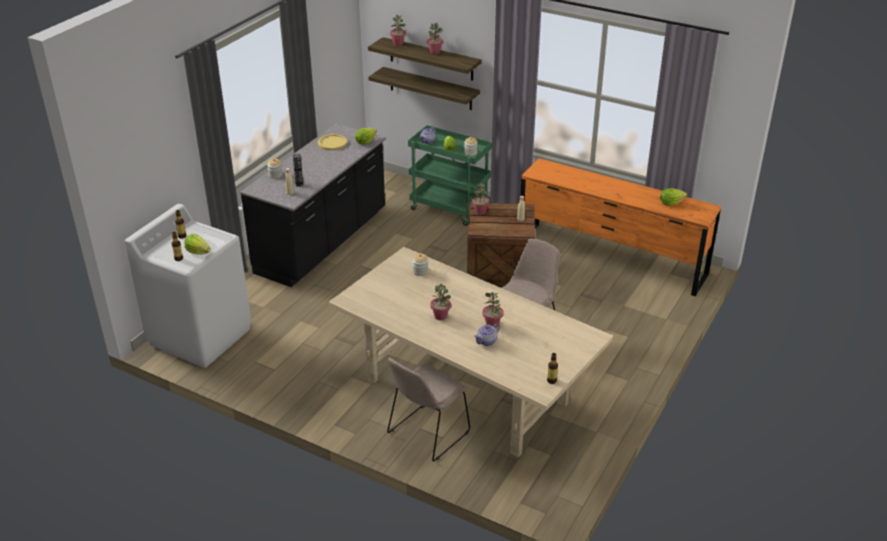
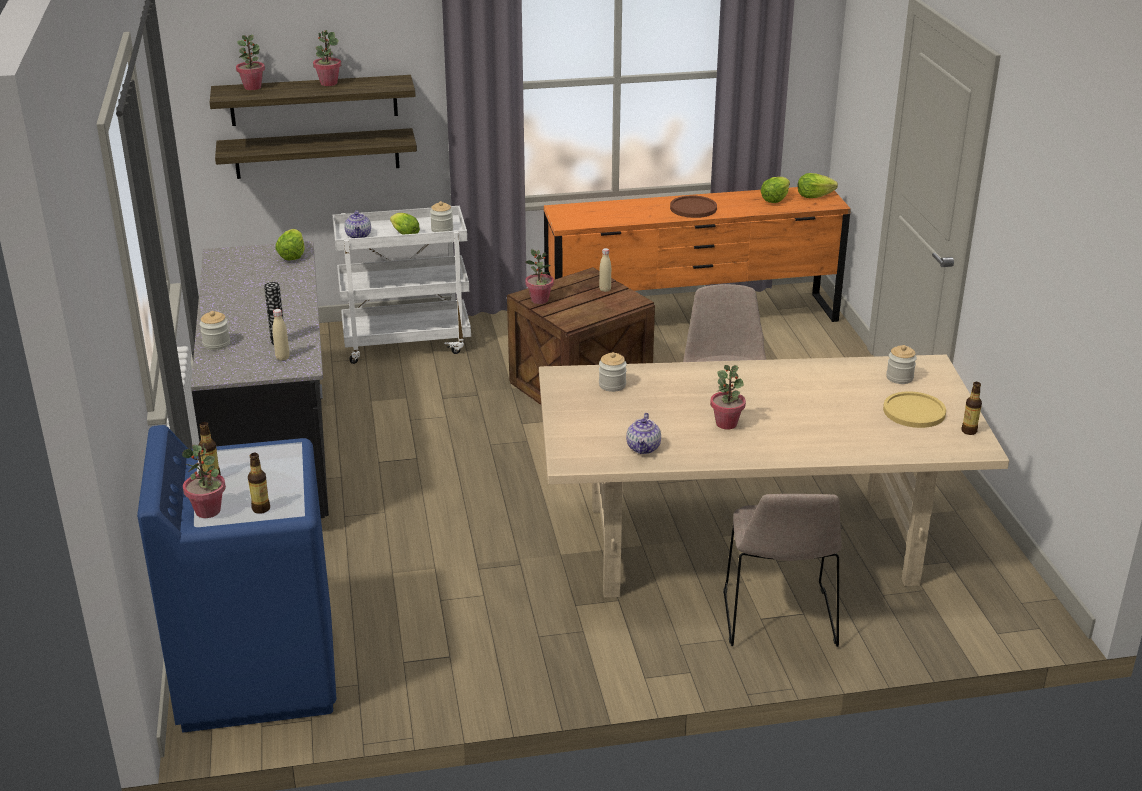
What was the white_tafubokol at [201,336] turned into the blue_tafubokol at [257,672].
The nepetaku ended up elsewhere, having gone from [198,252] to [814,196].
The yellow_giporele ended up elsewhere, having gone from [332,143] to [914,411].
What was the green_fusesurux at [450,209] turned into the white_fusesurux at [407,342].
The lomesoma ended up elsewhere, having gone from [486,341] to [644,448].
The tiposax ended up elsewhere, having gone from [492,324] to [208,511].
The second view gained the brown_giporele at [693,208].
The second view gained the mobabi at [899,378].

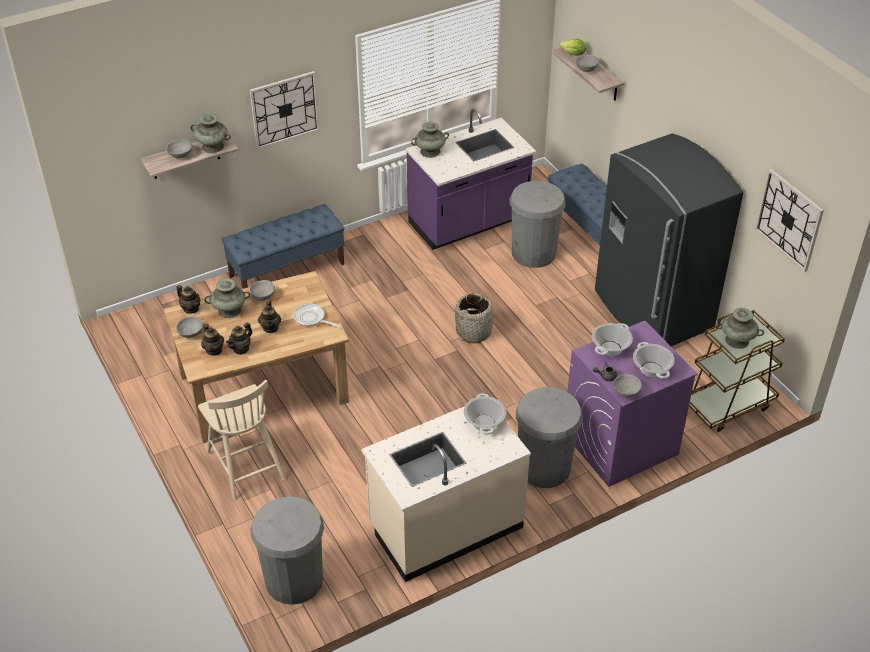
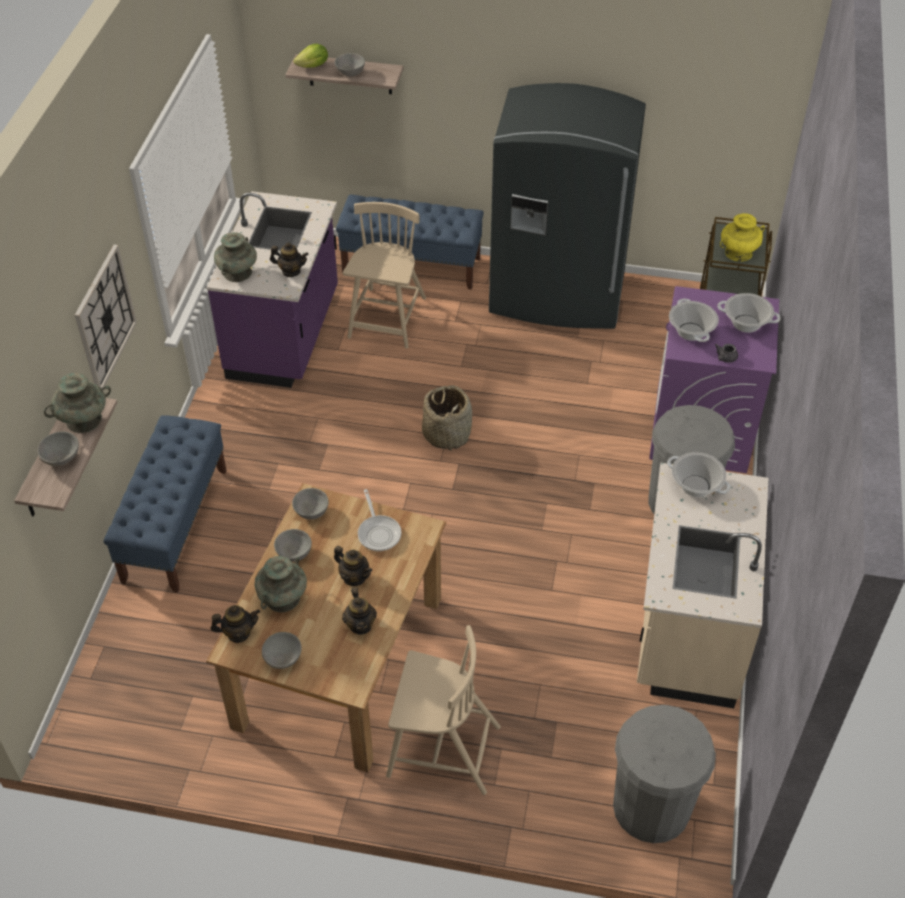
The lomesoma ended up elsewhere, having gone from [214,350] to [291,271].
The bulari at [311,319] ended up facing another way, 90 degrees counterclockwise from before.
Where the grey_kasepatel stood at [533,253], the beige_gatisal came to stand at [387,319].
The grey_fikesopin ended up elsewhere, having gone from [625,393] to [311,512].
What was the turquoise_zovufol at [737,340] turned into the yellow_zovufol at [738,253].
The second view lost the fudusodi at [789,219].

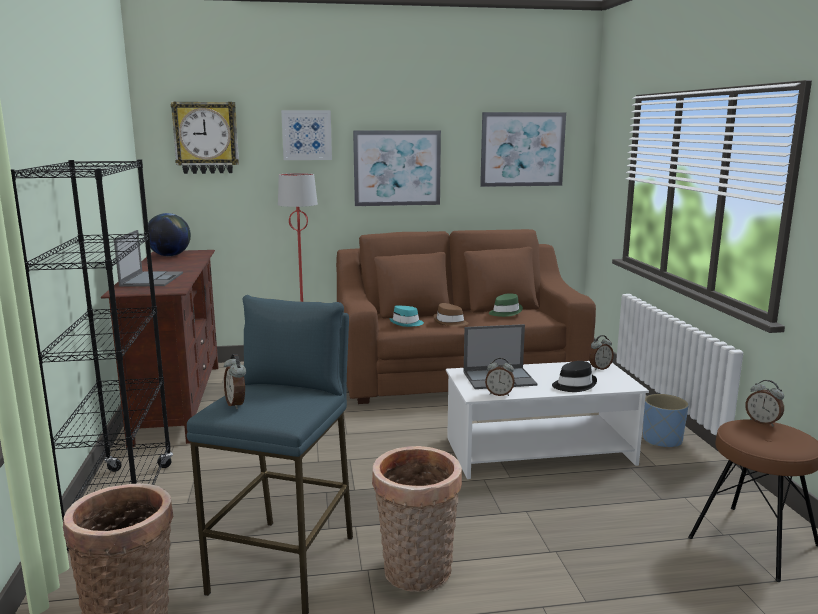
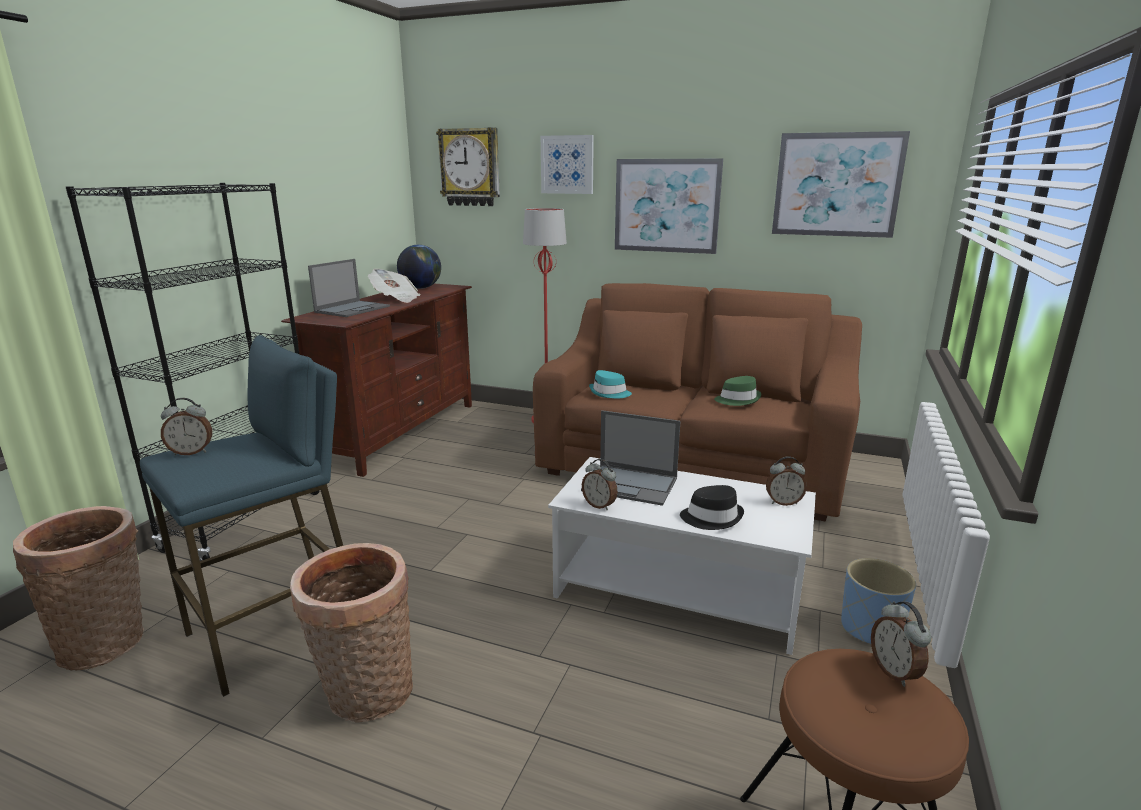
The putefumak at [237,404] ended up facing another way, 105 degrees counterclockwise from before.
The second view lost the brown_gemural at [450,322].
The second view gained the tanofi at [395,299].

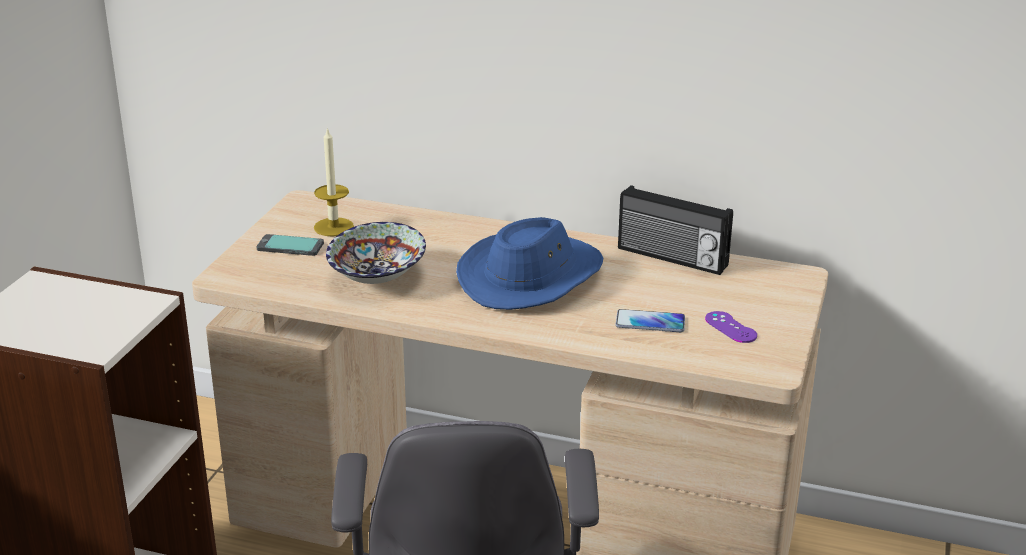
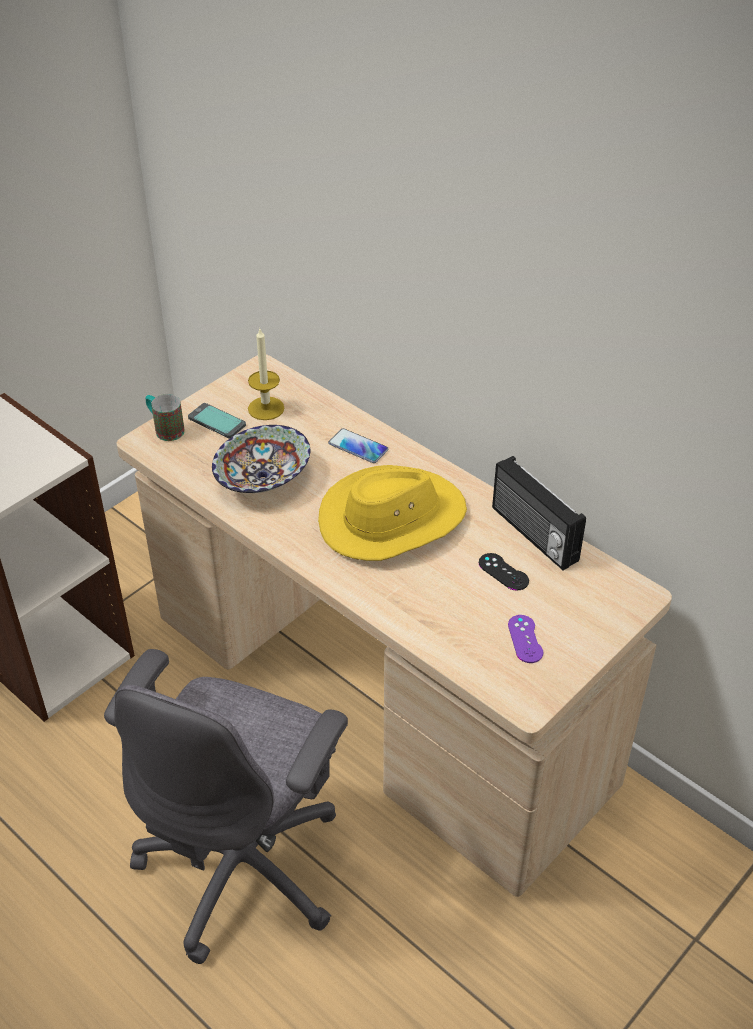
What was the blue_gemural at [531,276] turned into the yellow_gemural at [392,519].
The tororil ended up elsewhere, having gone from [650,322] to [358,447].
The second view gained the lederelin at [165,429].
The second view gained the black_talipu at [503,572].

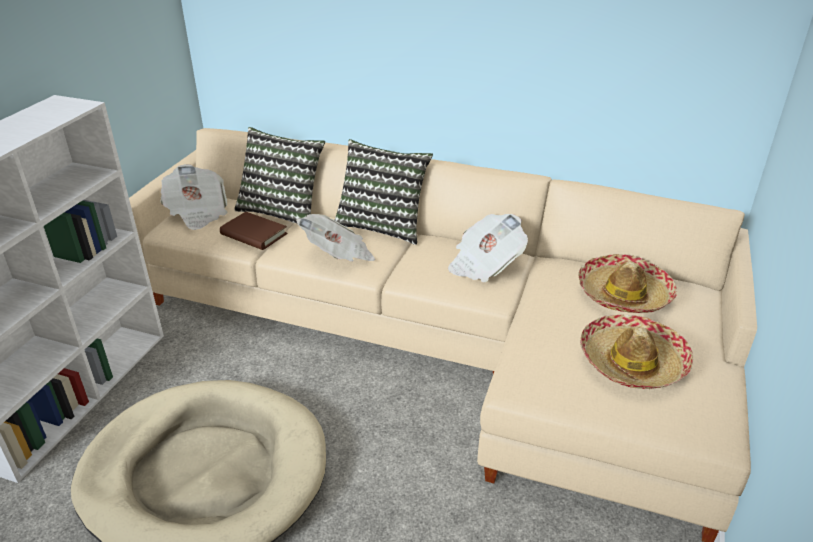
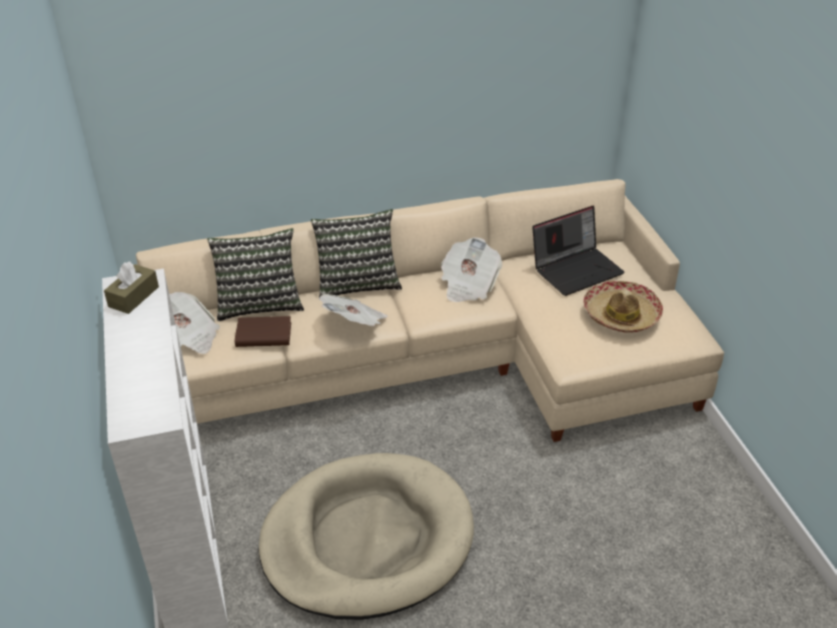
Where the gemural stood at [624,294], the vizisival came to stand at [576,269].
The second view gained the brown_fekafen at [133,297].

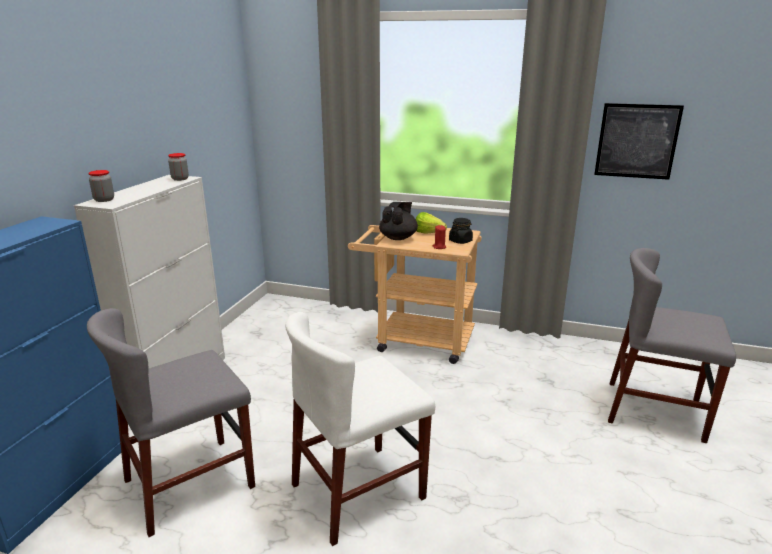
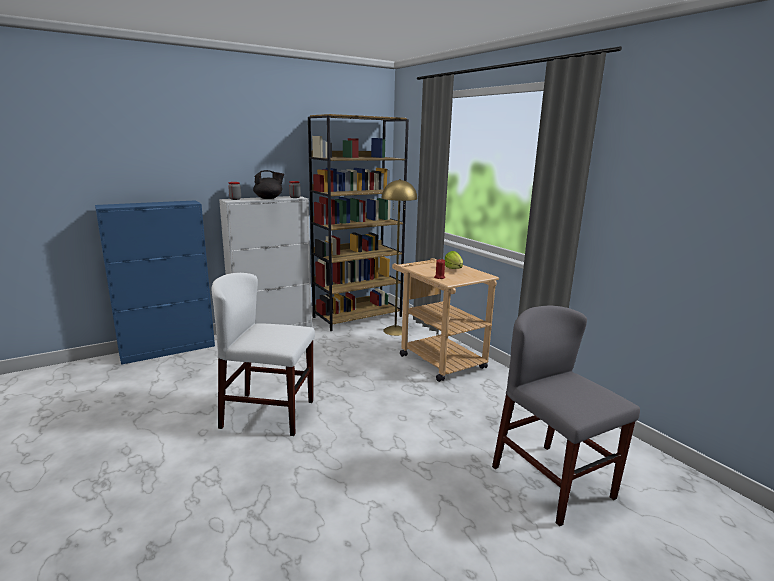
The second view lost the grey_gatisal at [190,483].
The black_lomesoma ended up elsewhere, having gone from [398,238] to [269,198].
The second view lost the black_mobabi at [460,241].
The second view lost the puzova at [637,141].
The second view gained the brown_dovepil at [358,316].
The second view gained the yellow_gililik at [395,330].

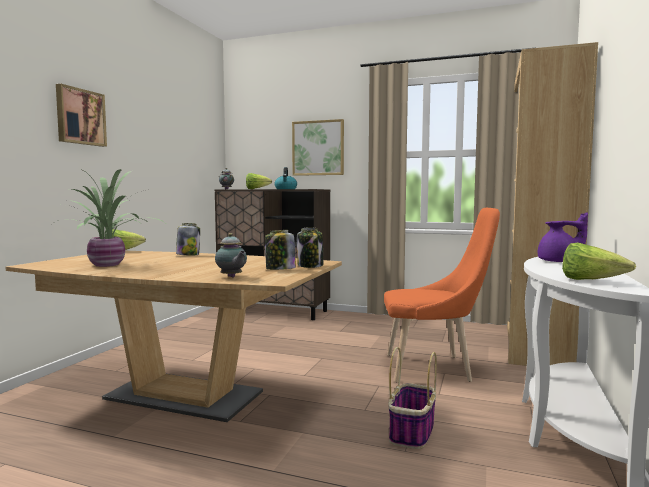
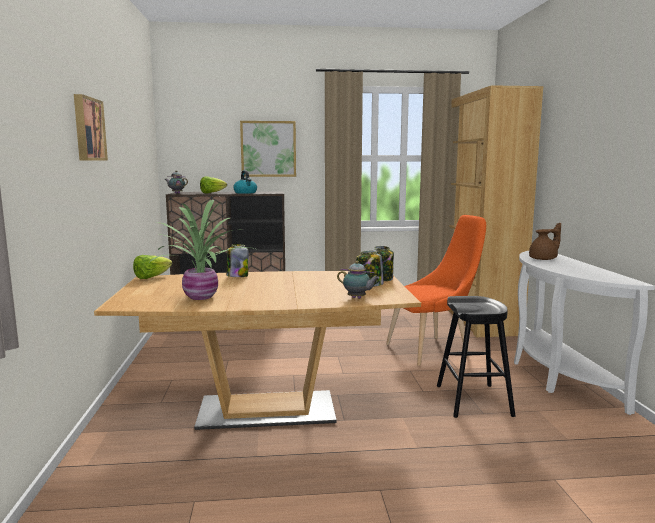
Where the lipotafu stood at [412,433], the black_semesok came to stand at [473,400].
What was the purple_lomesoma at [559,261] turned into the brown_lomesoma at [544,259].
The second view lost the nepetaku at [590,281].

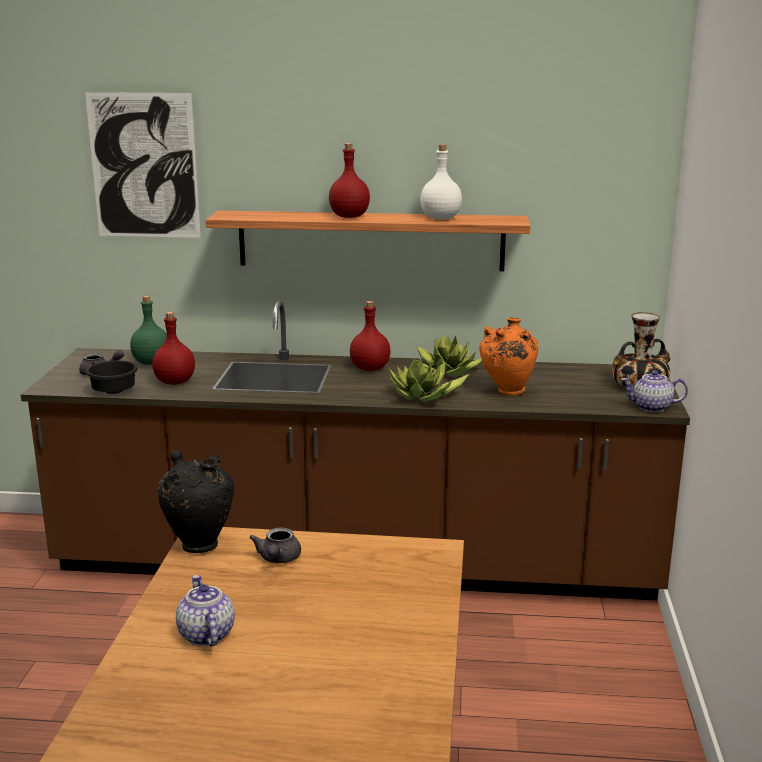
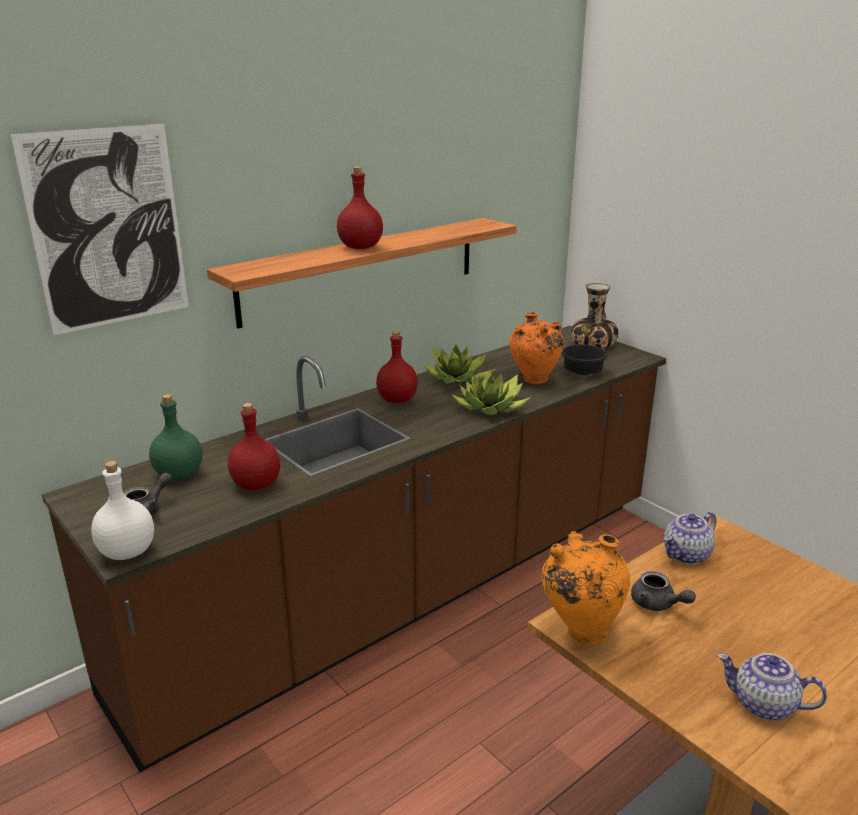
The black_fikesopin ended up elsewhere, having gone from [113,392] to [584,373].
What was the black_zovufol at [199,544] turned into the orange_zovufol at [580,631].
The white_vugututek ended up elsewhere, having gone from [441,218] to [128,552].
The lomesoma ended up elsewhere, having gone from [651,407] to [687,555].

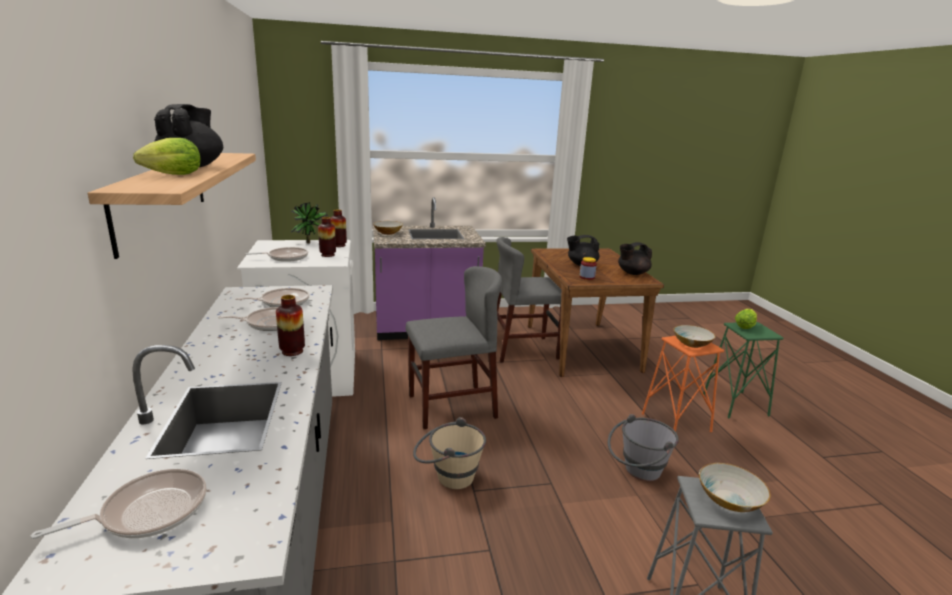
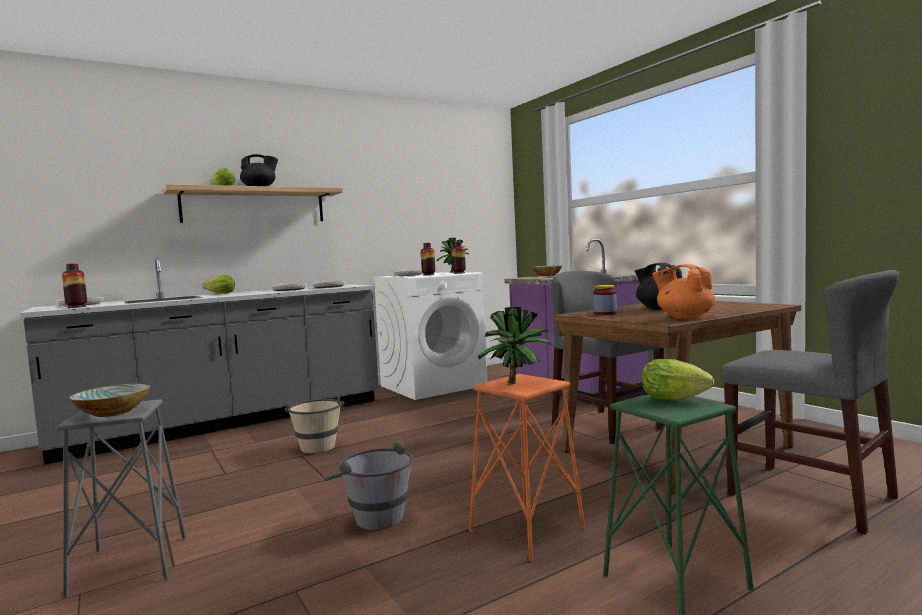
The zovufol ended up elsewhere, having gone from [292,351] to [76,307].
The grey_gatisal ended up elsewhere, having gone from [452,406] to [810,496].
What was the black_lomesoma at [632,273] turned into the orange_lomesoma at [684,317].
Where the fikesopin stood at [691,343], the tiposax came to stand at [518,383].
The second view gained the nepetaku at [219,294].

